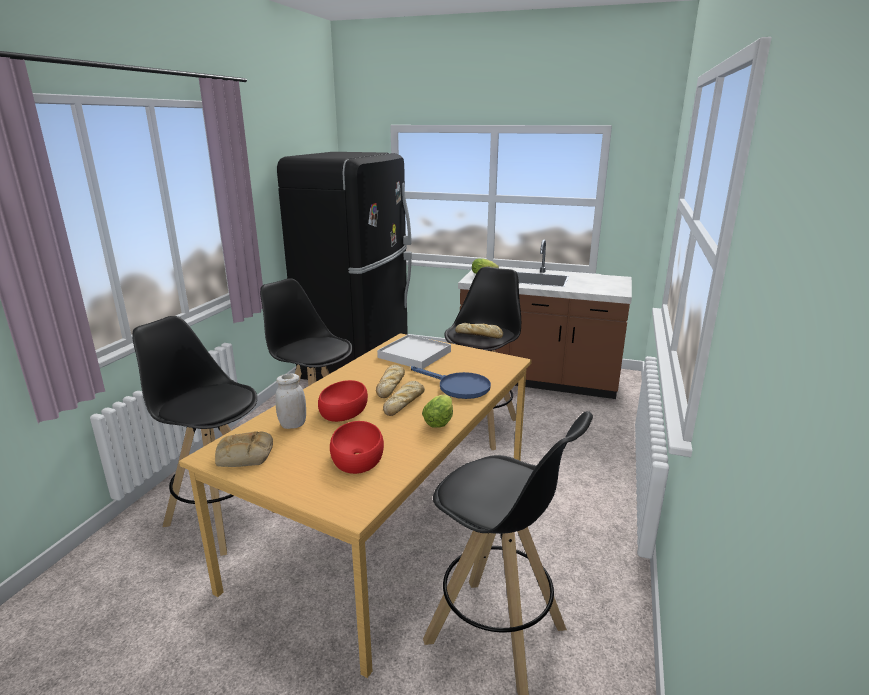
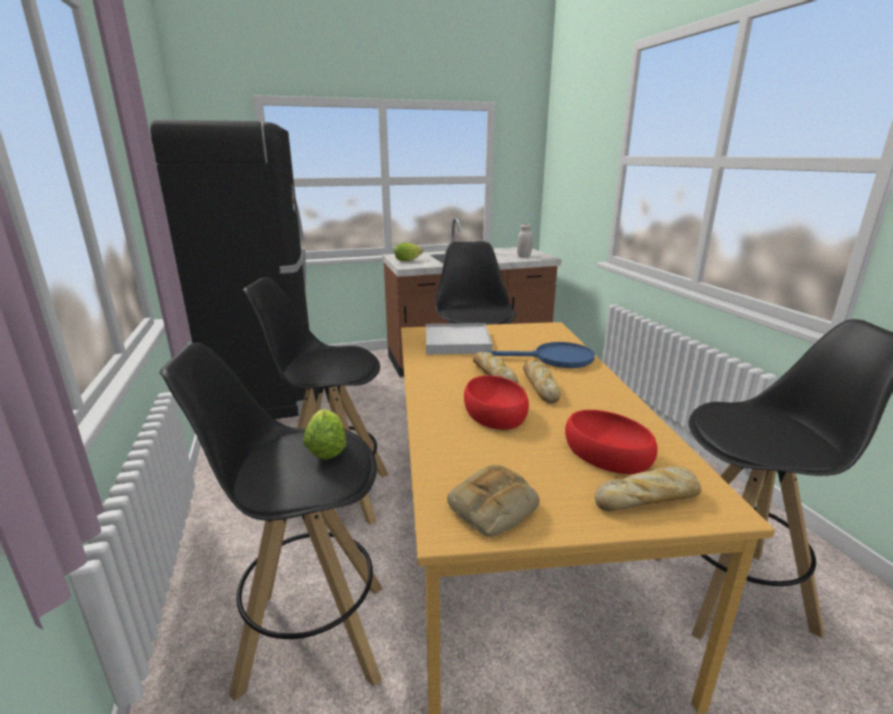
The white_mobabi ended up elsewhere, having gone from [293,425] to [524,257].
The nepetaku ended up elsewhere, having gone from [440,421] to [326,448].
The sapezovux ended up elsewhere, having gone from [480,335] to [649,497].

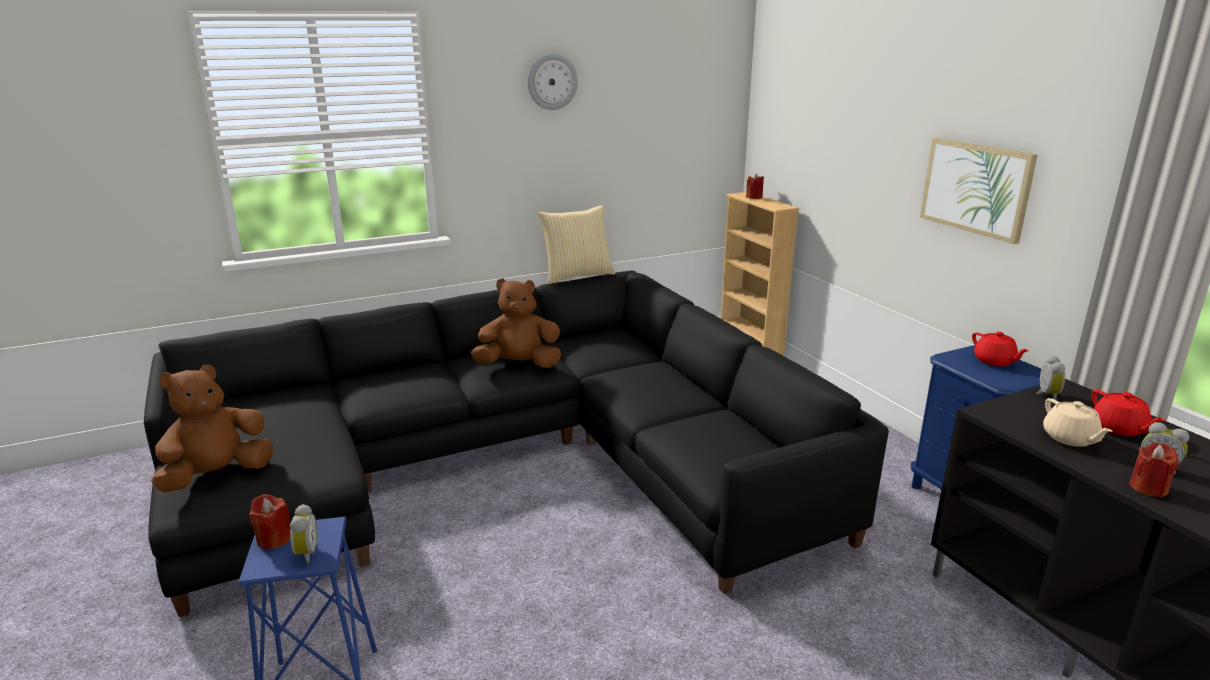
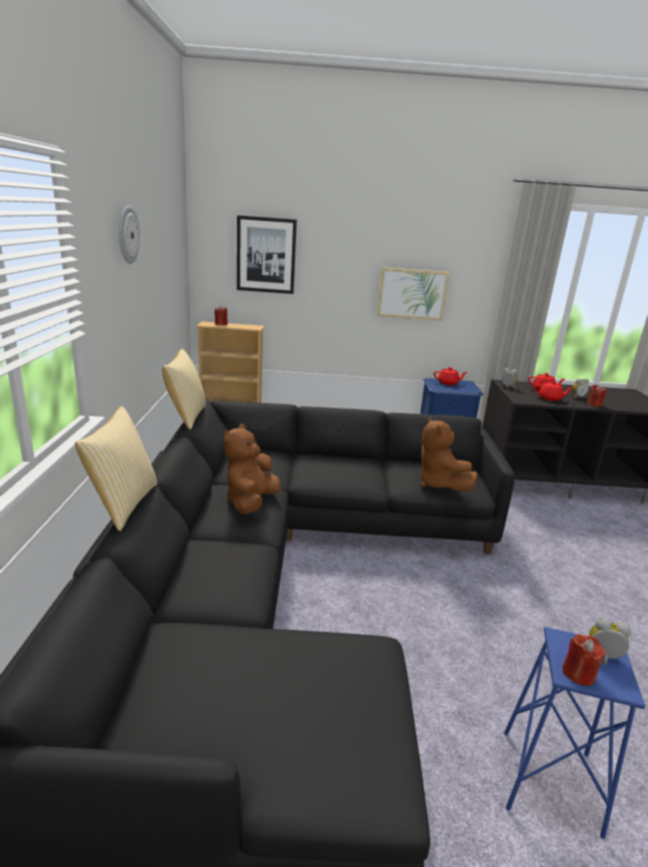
The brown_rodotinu ended up elsewhere, having gone from [217,476] to [439,484].
What was the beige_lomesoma at [1070,439] turned into the red_lomesoma at [550,398].
The second view gained the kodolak at [123,504].
The second view gained the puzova at [266,255].

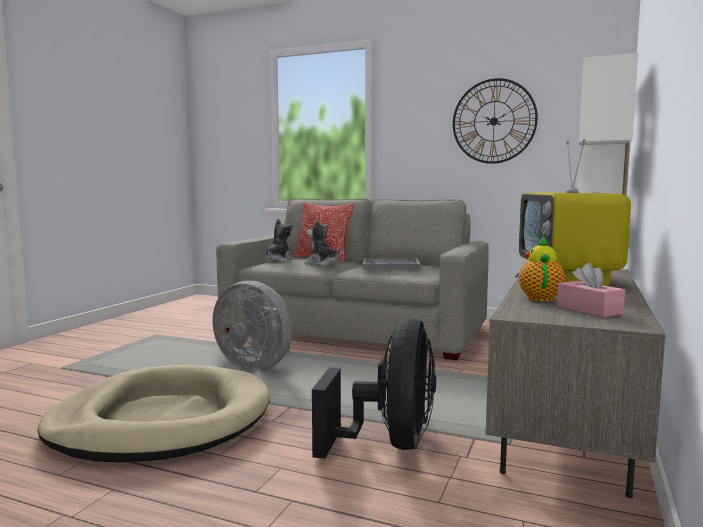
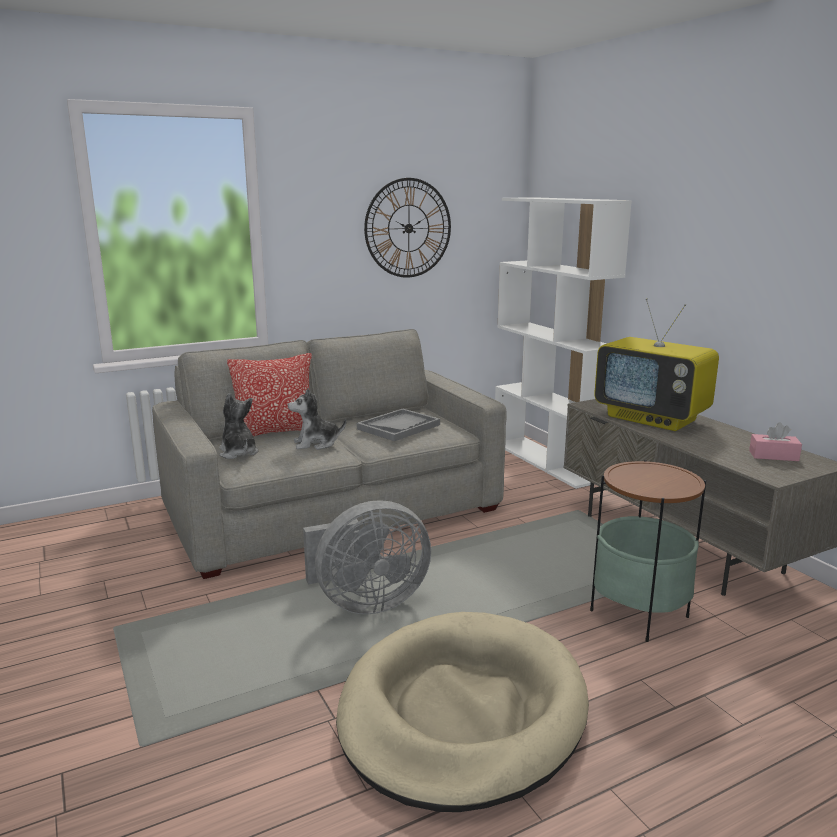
Where the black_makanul stood at [390,443], the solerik came to stand at [639,613].
The second view lost the lomesoma at [540,298].

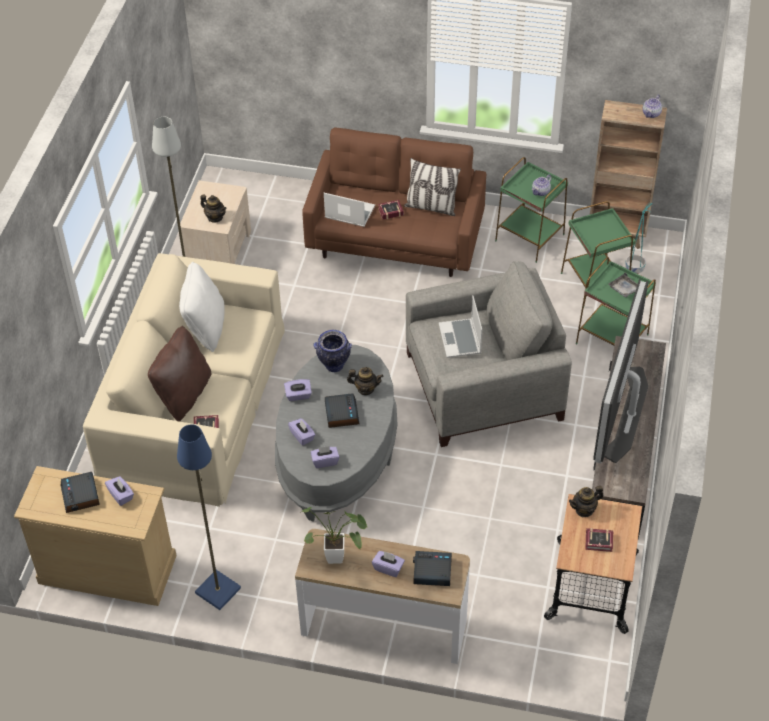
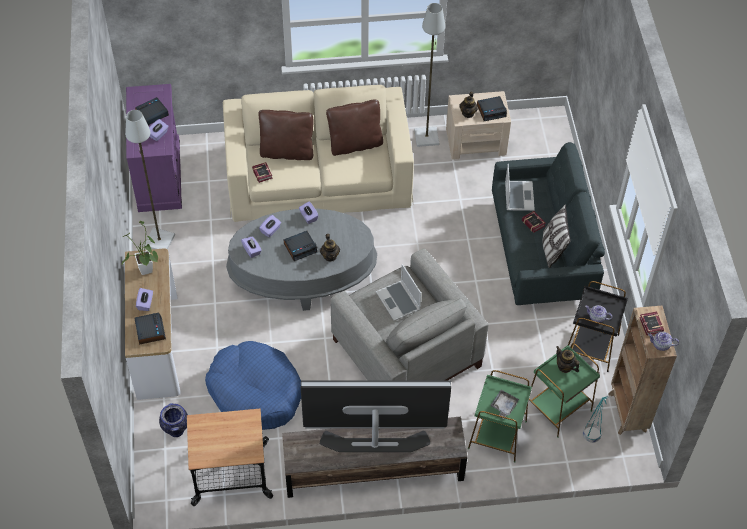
What was the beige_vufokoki at [107,569] turned into the purple_vufokoki at [159,175].
What was the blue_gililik at [219,590] turned into the grey_gililik at [160,241].
What was the white_kodolak at [205,328] turned into the brown_kodolak at [355,144].
What was the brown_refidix at [396,240] turned into the grey_refidix at [541,252].
The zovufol ended up elsewhere, having gone from [333,366] to [176,430].
The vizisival at [460,339] ended up facing another way, 90 degrees counterclockwise from before.
What was the green_solerik at [530,238] turned into the black_solerik at [590,346].
The lomesoma ended up elsewhere, having gone from [584,510] to [565,367].
The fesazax ended up elsewhere, having gone from [600,542] to [650,326].
The second view gained the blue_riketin at [255,392].
The second view gained the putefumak at [491,111].

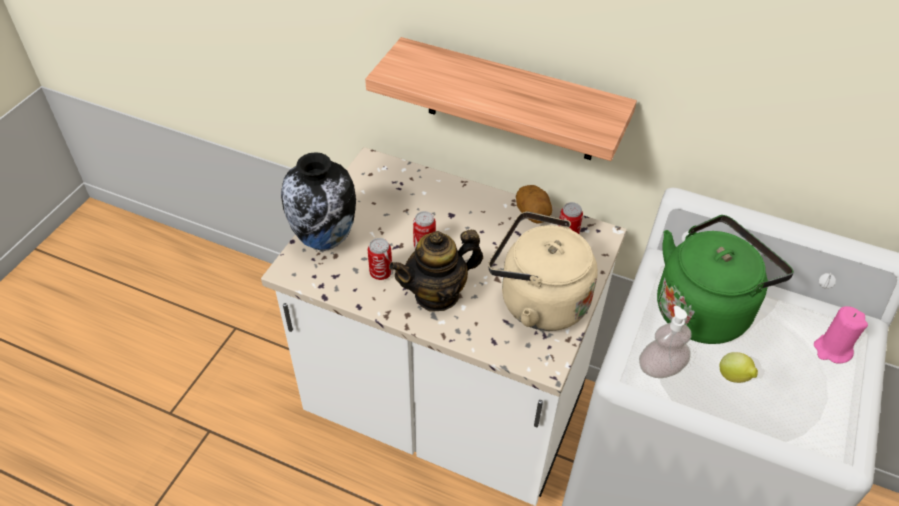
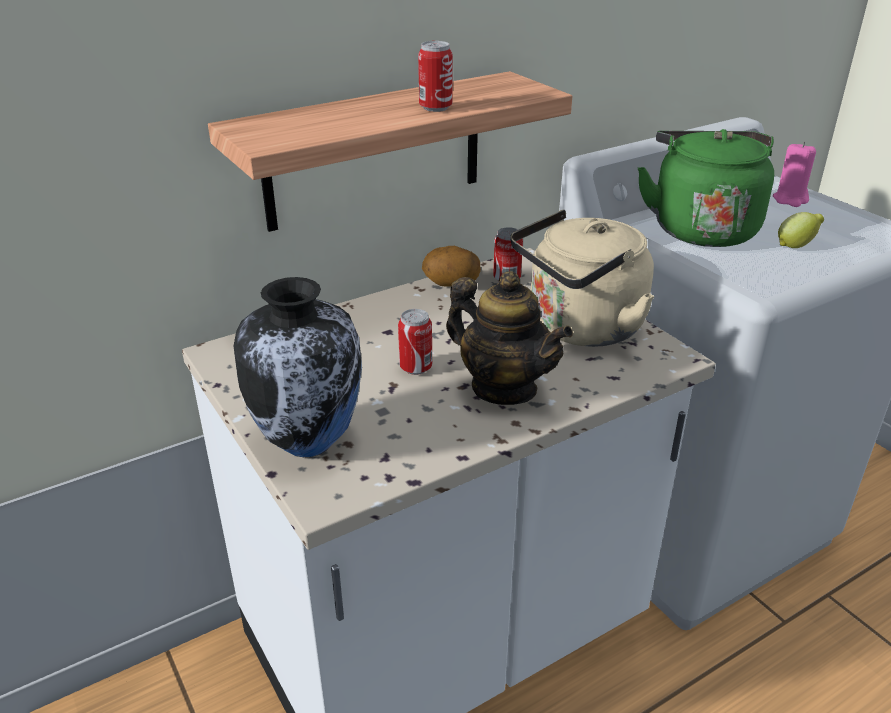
The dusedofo ended up elsewhere, having gone from [381,273] to [435,108].
The lomesoma at [437,294] ended up facing another way, 60 degrees counterclockwise from before.
The second view lost the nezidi at [660,368].

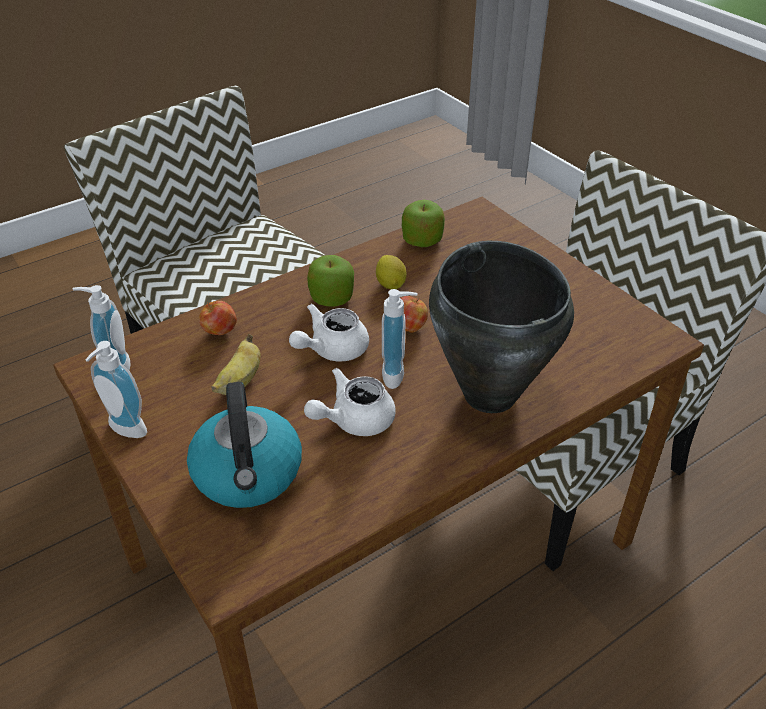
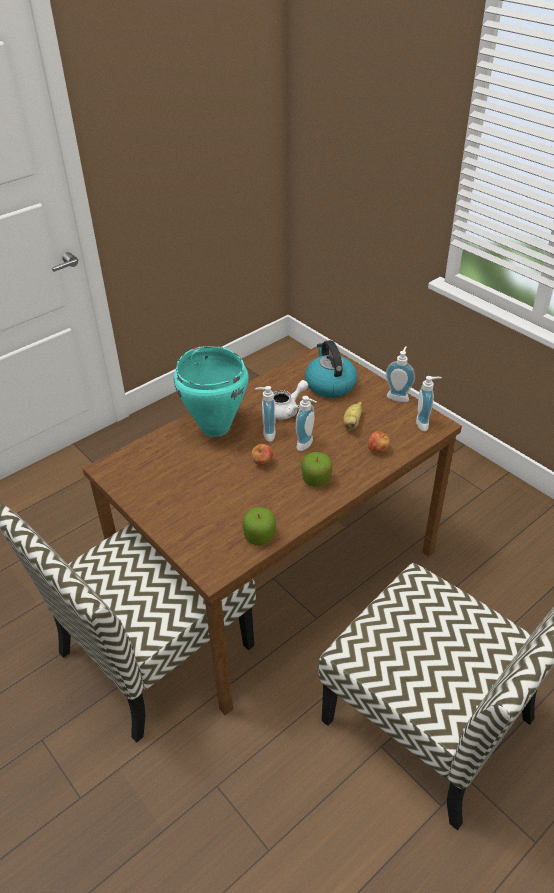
Where the white_lomesoma stood at [331,349], the nezidi came to stand at [307,445].
The second view lost the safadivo at [390,284].
What was the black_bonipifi at [490,394] turned into the turquoise_bonipifi at [215,428].

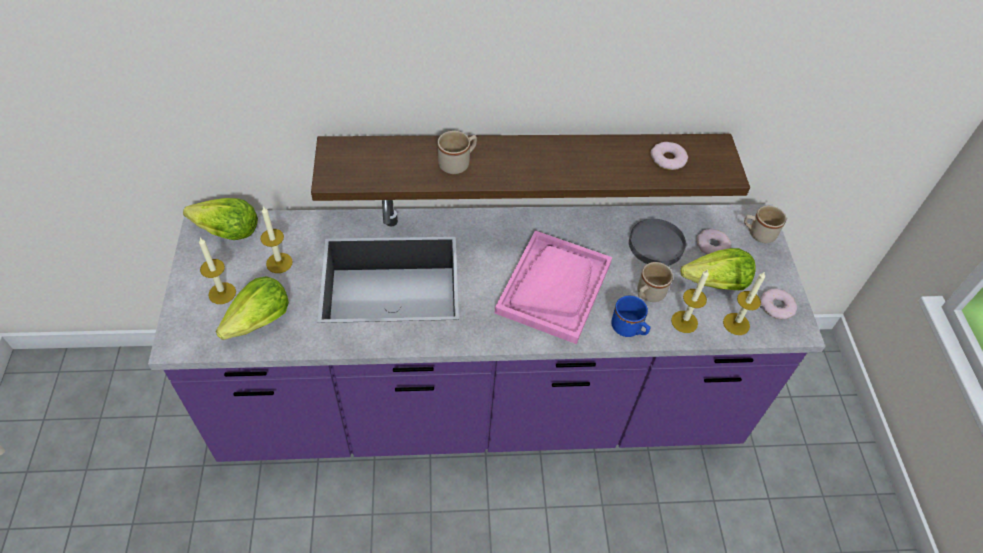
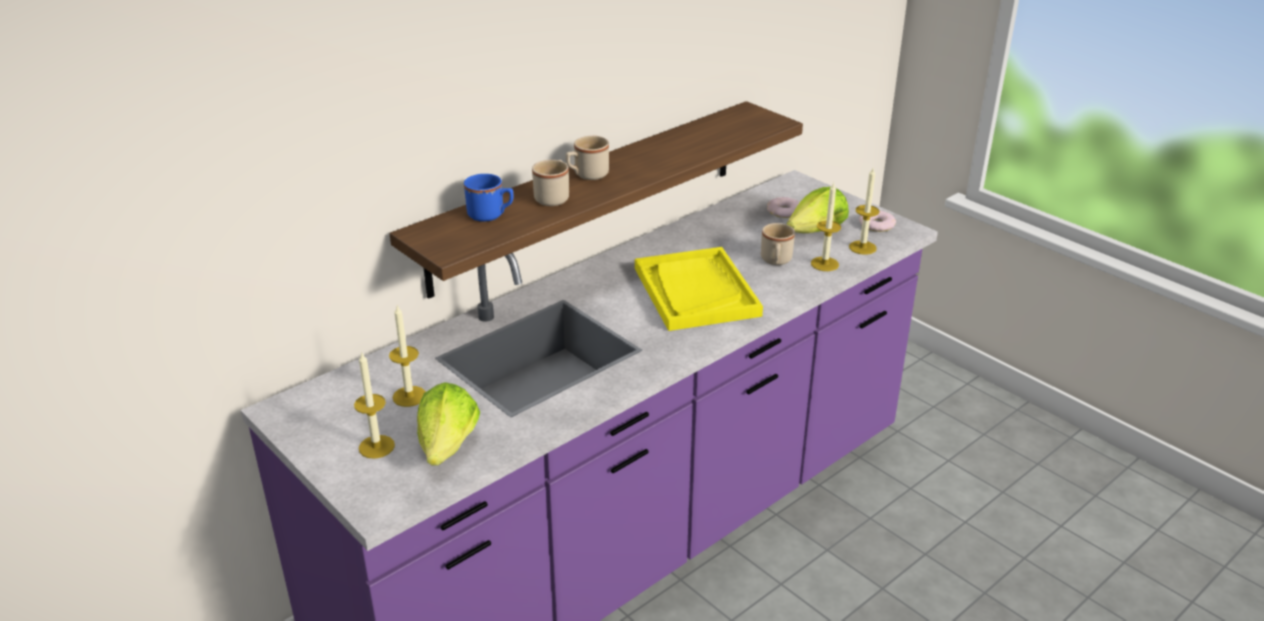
The second view lost the nepetaku at [227,231].
What was the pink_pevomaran at [554,287] turned into the yellow_pevomaran at [695,291].
The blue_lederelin ended up elsewhere, having gone from [629,329] to [491,215].
The second view lost the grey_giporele at [655,244].
The second view lost the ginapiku at [667,159].
The beige_lederelin ended up elsewhere, having gone from [757,233] to [587,175].

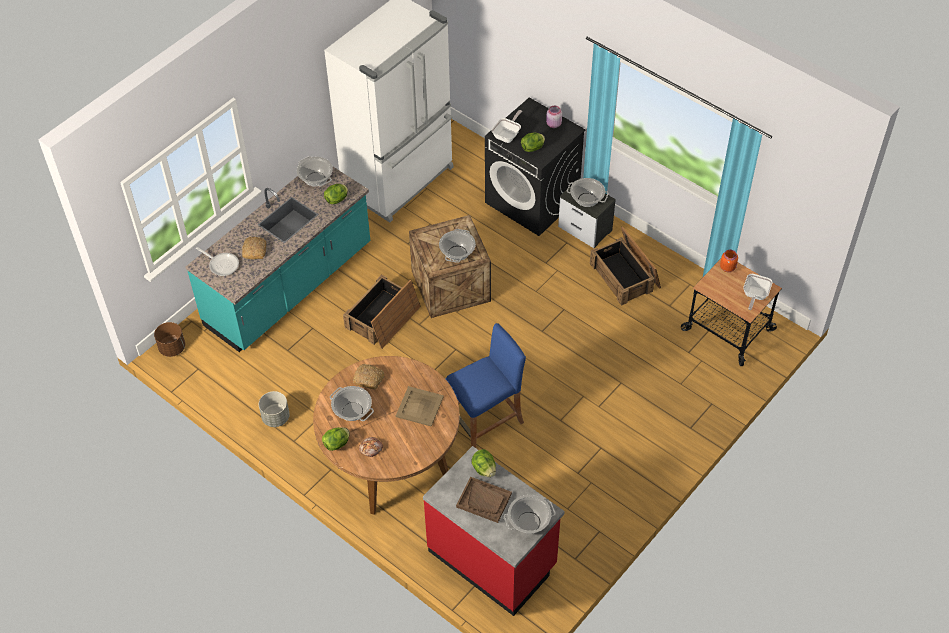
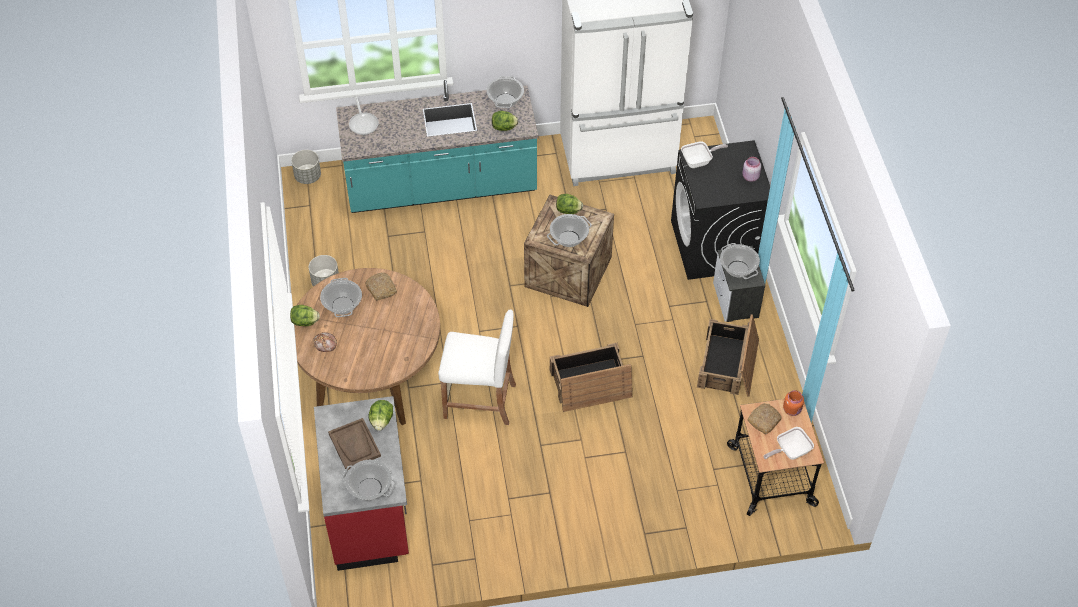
What was the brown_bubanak at [172,348] turned into the grey_bubanak at [308,176].
The sapezovux ended up elsewhere, having gone from [254,250] to [764,420].
The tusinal ended up elsewhere, having gone from [383,318] to [590,384].
The second view lost the beige_pevomaran at [420,406].
What was the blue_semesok at [485,421] turned into the white_semesok at [480,401].
The nepetaku ended up elsewhere, having gone from [533,148] to [568,211].

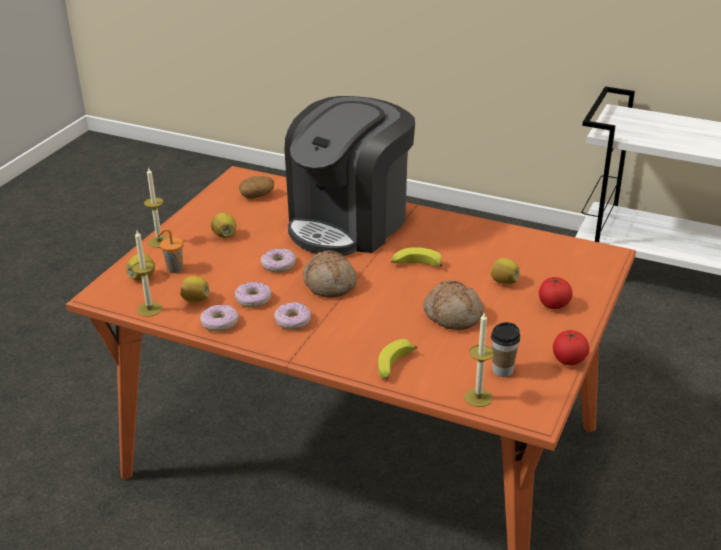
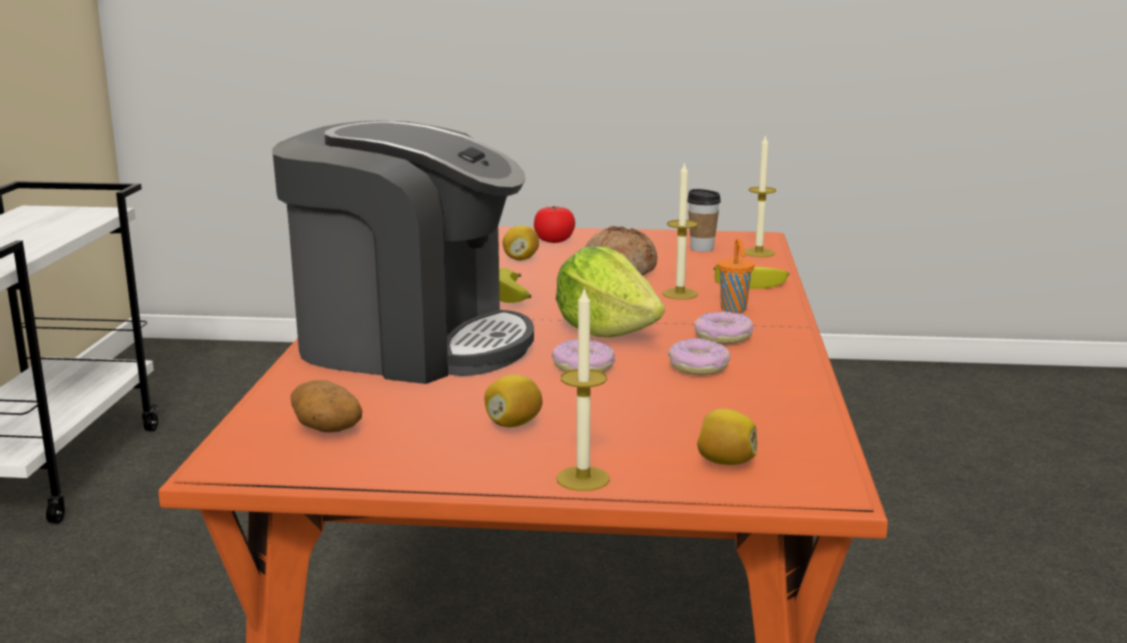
The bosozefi ended up elsewhere, having gone from [149,309] to [680,294].
The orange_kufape ended up elsewhere, having gone from [174,269] to [734,310].
The second view lost the safadivo at [195,299].
The second view lost the ginapiku at [219,323].
Where the sapezovux stood at [330,283], the nepetaku came to stand at [606,331].
The second view lost the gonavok at [568,359].

